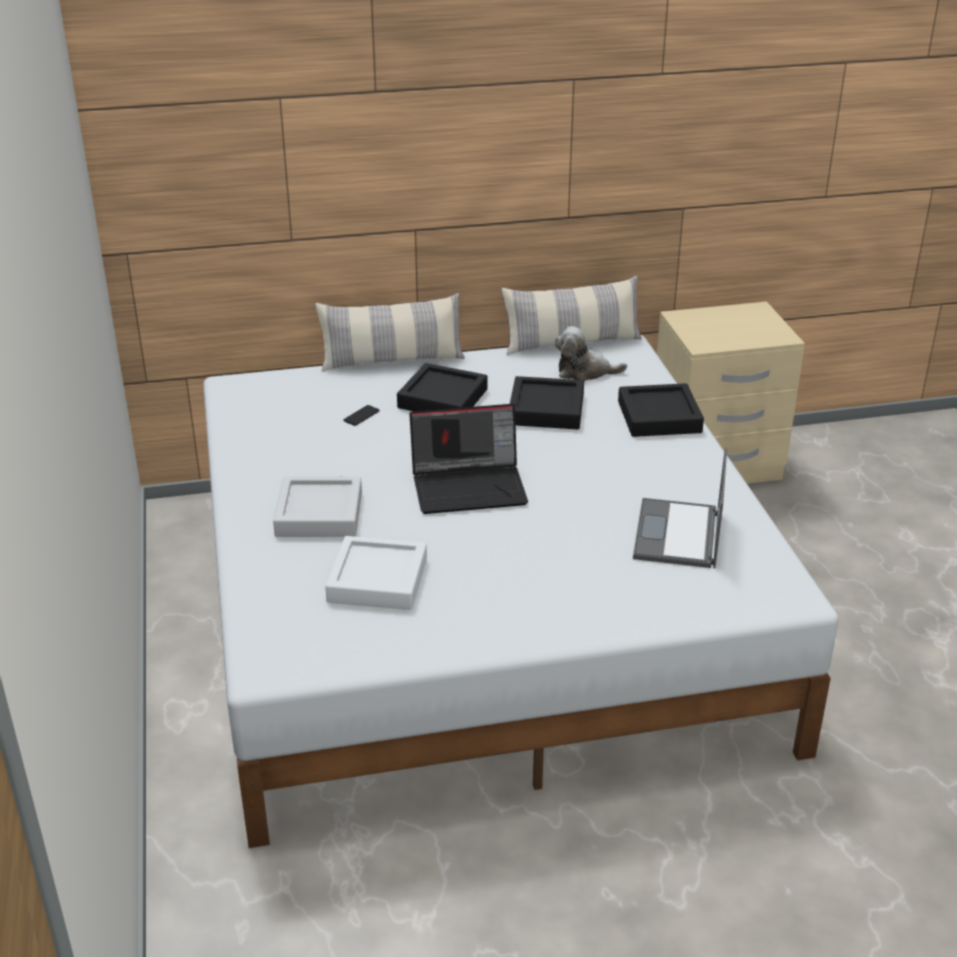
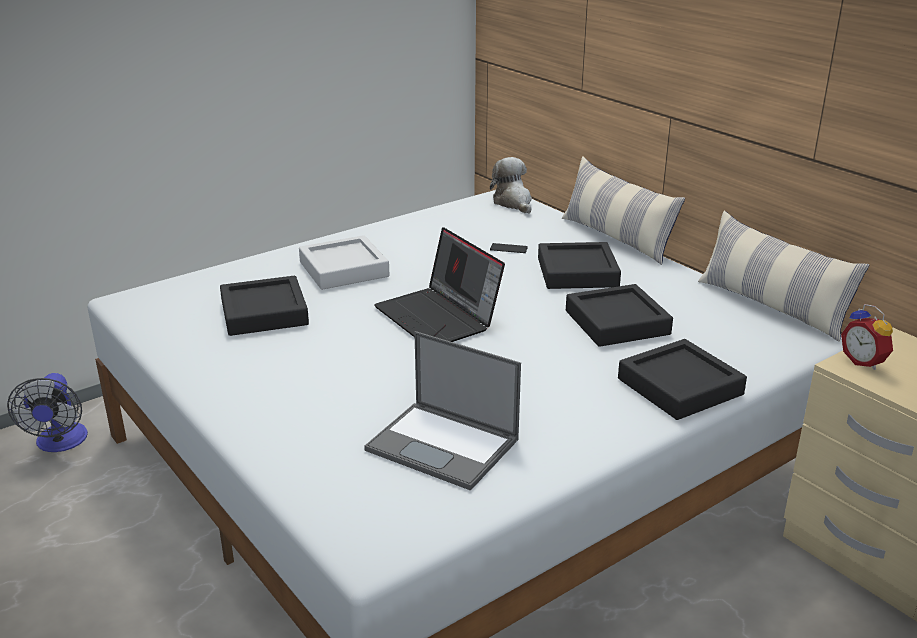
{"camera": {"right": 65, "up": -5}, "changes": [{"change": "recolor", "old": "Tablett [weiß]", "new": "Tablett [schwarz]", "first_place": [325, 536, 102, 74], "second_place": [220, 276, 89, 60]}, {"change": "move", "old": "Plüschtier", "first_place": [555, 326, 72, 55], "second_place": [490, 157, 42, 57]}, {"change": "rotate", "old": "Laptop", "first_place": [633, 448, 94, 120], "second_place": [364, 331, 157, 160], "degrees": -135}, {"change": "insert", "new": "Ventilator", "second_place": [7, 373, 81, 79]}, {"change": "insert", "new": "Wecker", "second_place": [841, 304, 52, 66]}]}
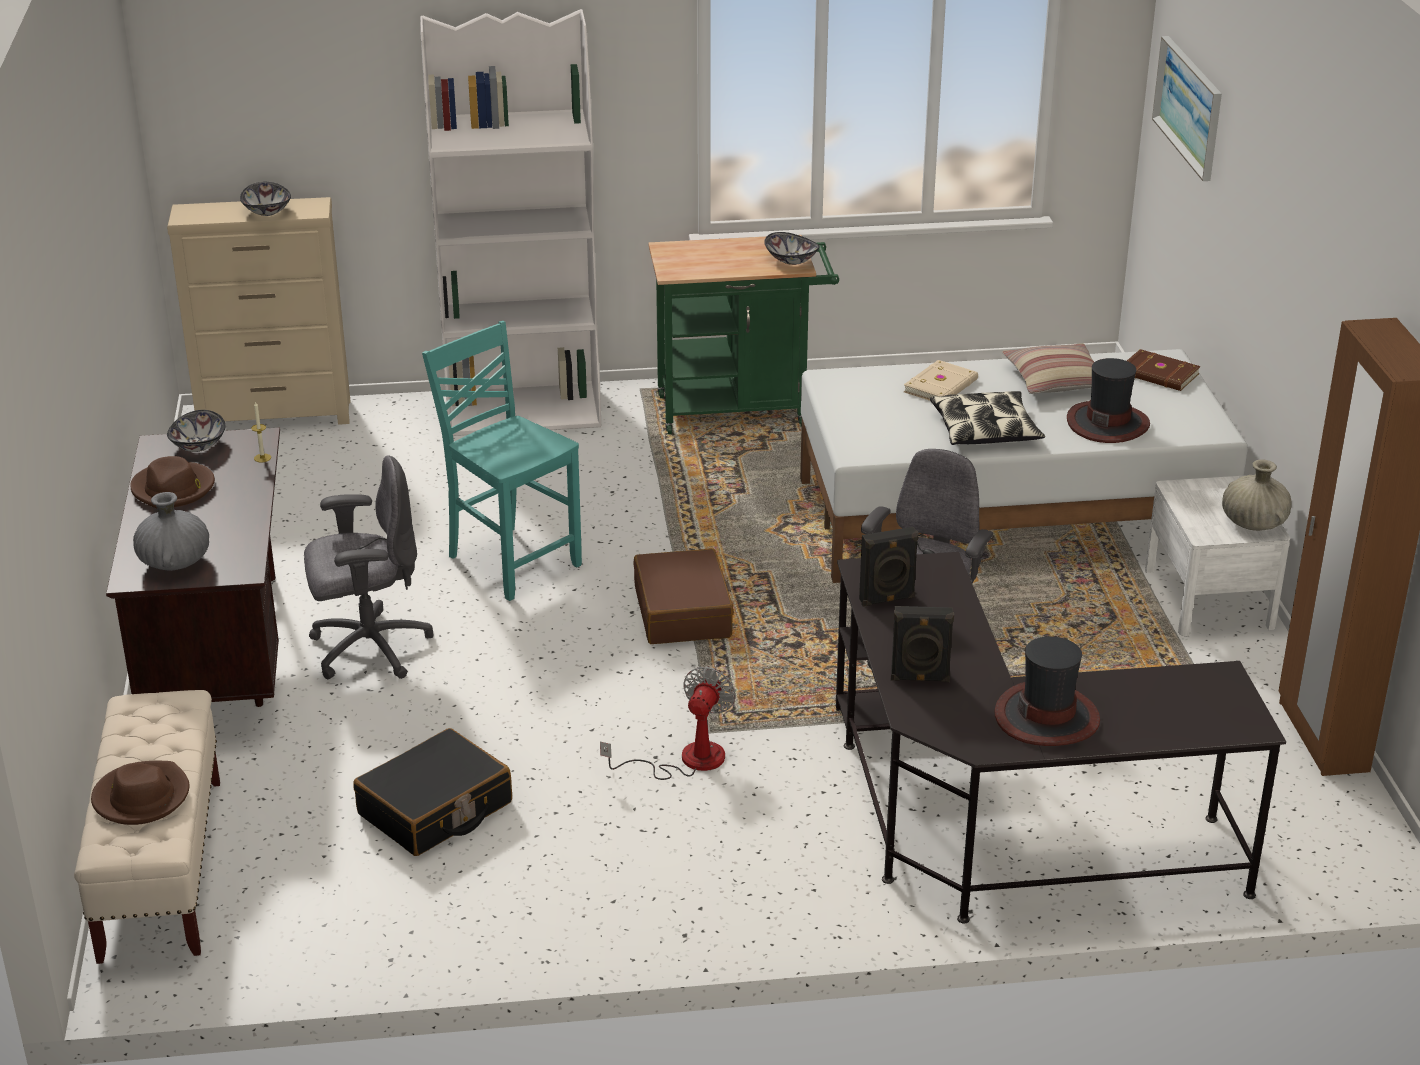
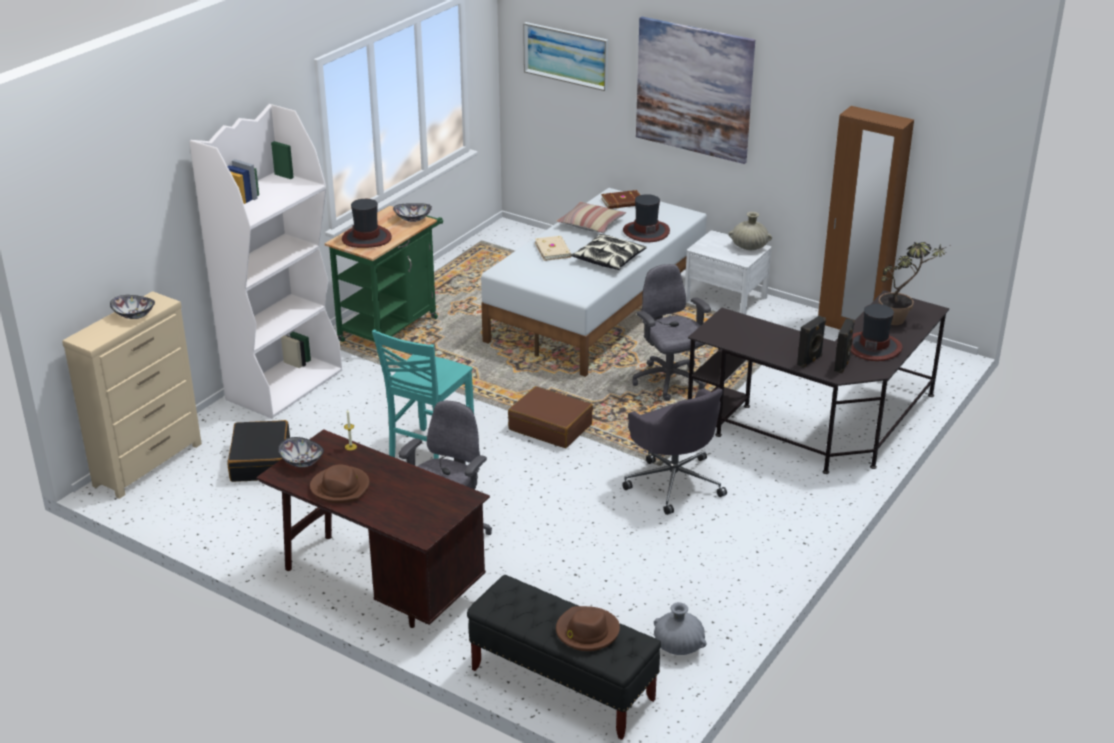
{"camera": {"right": -50, "up": 0}, "changes": [{"change": "recolor", "old": "Bank [beige]", "new": "Bank [schwarz]", "first_place": [74, 690, 146, 274], "second_place": [467, 575, 194, 165]}, {"change": "move", "old": "Vase [grau]", "first_place": [133, 492, 76, 79], "second_place": [654, 602, 52, 53]}, {"change": "move", "old": "Koffer [schwarz]", "first_place": [353, 728, 159, 128], "second_place": [227, 420, 63, 62]}, {"change": "rotate", "old": "Stuhl [türkis]", "first_place": [422, 321, 160, 280], "second_place": [372, 329, 102, 130], "degrees": -60}, {"change": "replace", "old": "Ventilator", "new": "Bürostuhl [grau]", "first_place": [600, 666, 136, 114], "second_place": [622, 389, 105, 126]}, {"change": "move", "old": "Lautsprecher [schwarz]", "first_place": [859, 527, 60, 80], "second_place": [834, 319, 21, 54]}, {"change": "insert", "new": "Hut", "second_place": [342, 199, 50, 49]}, {"change": "insert", "new": "Bild", "second_place": [636, 17, 119, 147]}, {"change": "insert", "new": "Topfpflanze", "second_place": [878, 242, 73, 83]}]}
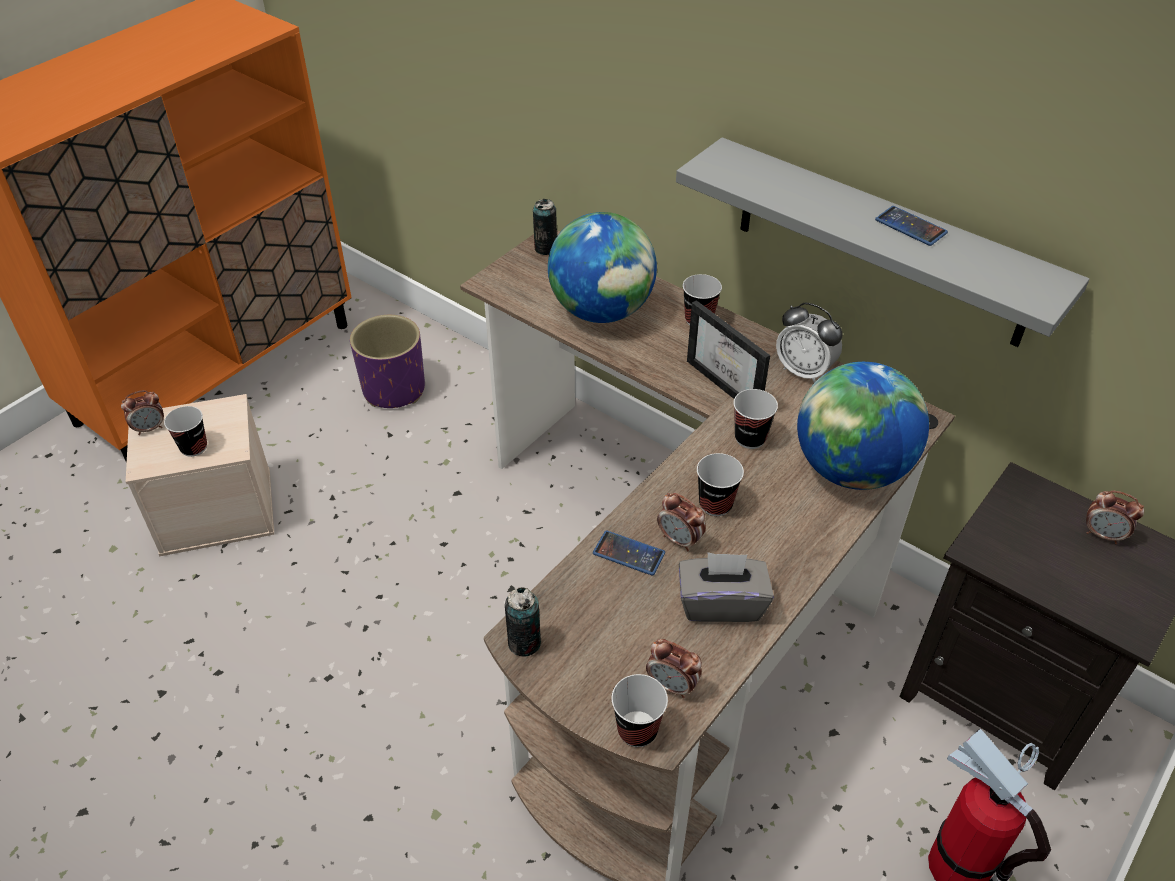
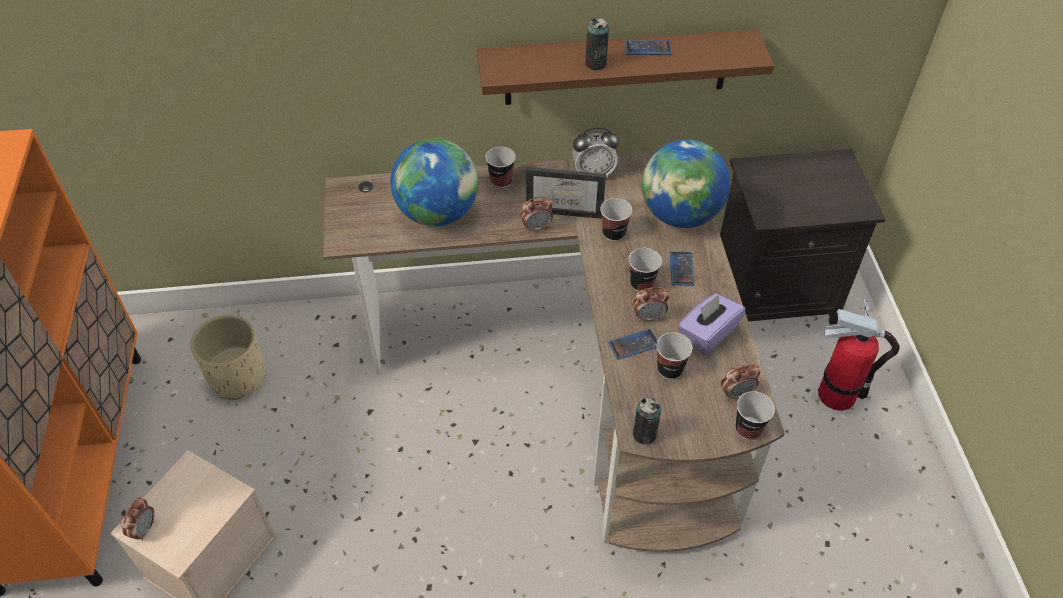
{"camera": {"right": -45, "up": 5}, "changes": [{"change": "move", "old": "Tasse", "first_place": [164, 406, 43, 51], "second_place": [657, 332, 35, 47]}, {"change": "recolor", "old": "Pflanzkübel [lila]", "new": "Pflanzkübel [beige]", "first_place": [350, 315, 75, 93], "second_place": [190, 315, 76, 85]}, {"change": "move", "old": "Dose", "first_place": [533, 199, 24, 56], "second_place": [585, 18, 24, 52]}, {"change": "recolor", "old": "Wandregal [grau]", "new": "Wandregal [braun]", "first_place": [676, 137, 413, 210], "second_place": [477, 29, 297, 76]}, {"change": "recolor", "old": "Taschentuchbox [grau]", "new": "Taschentuchbox [lila]", "first_place": [679, 552, 95, 70], "second_place": [678, 294, 67, 61]}, {"change": "move", "old": "Wecker", "first_place": [1086, 491, 58, 53], "second_place": [521, 196, 32, 37]}, {"change": "insert", "new": "Handy", "second_place": [670, 251, 25, 35]}]}
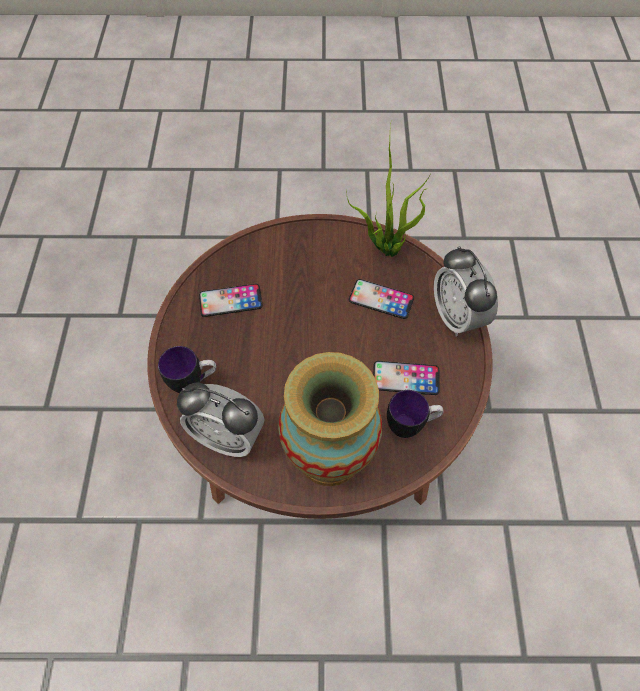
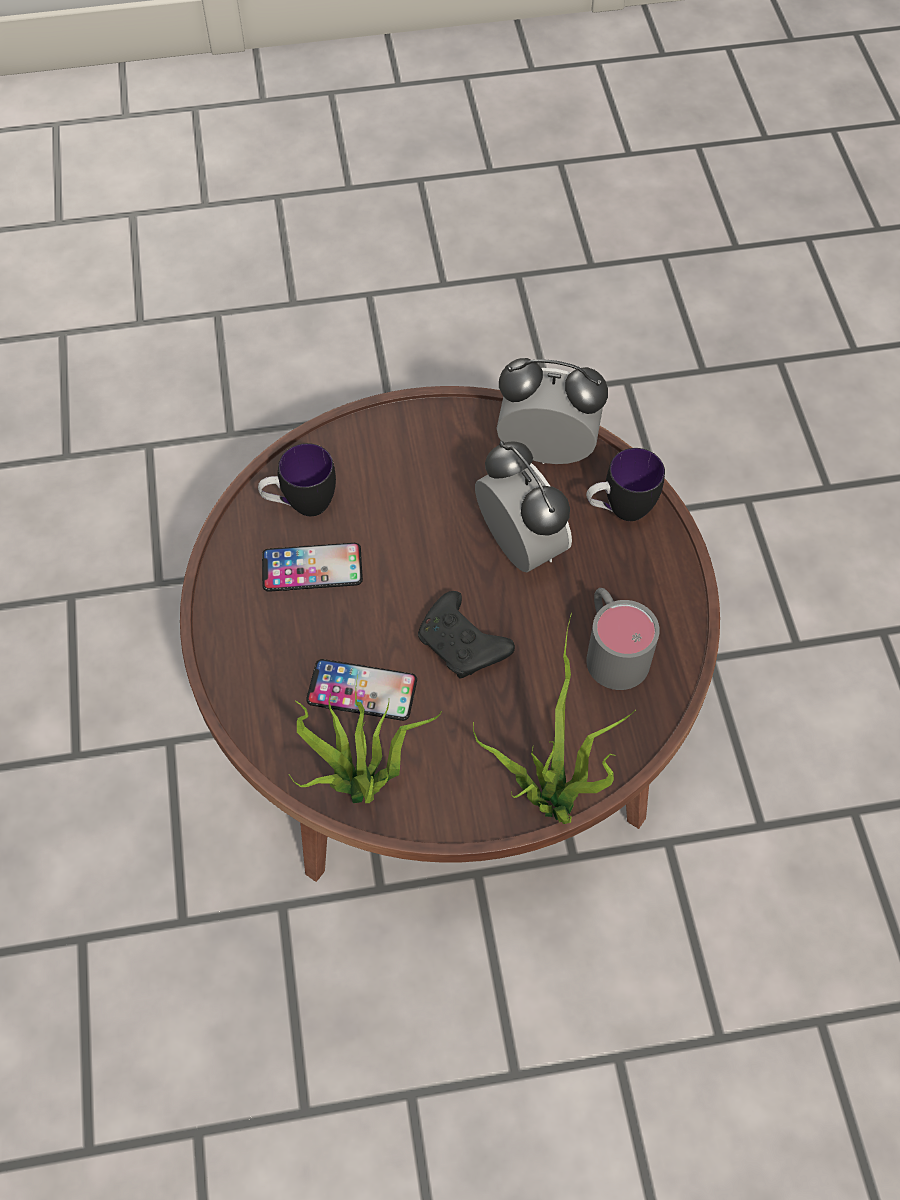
{"camera": {"right": 170, "up": 0}, "changes": [{"change": "replace", "old": "Handy", "new": "Henkelbecher [grau]", "first_place": [199, 284, 64, 33], "second_place": [586, 588, 74, 102]}, {"change": "delete", "old": "Vase", "first_place": [278, 352, 104, 134]}, {"change": "move", "old": "Wecker", "first_place": [434, 246, 64, 91], "second_place": [475, 441, 97, 131]}, {"change": "insert", "new": "Gamepad [schwarz]", "second_place": [418, 591, 97, 88]}, {"change": "insert", "new": "Topfpflanze", "second_place": [473, 613, 163, 211]}]}
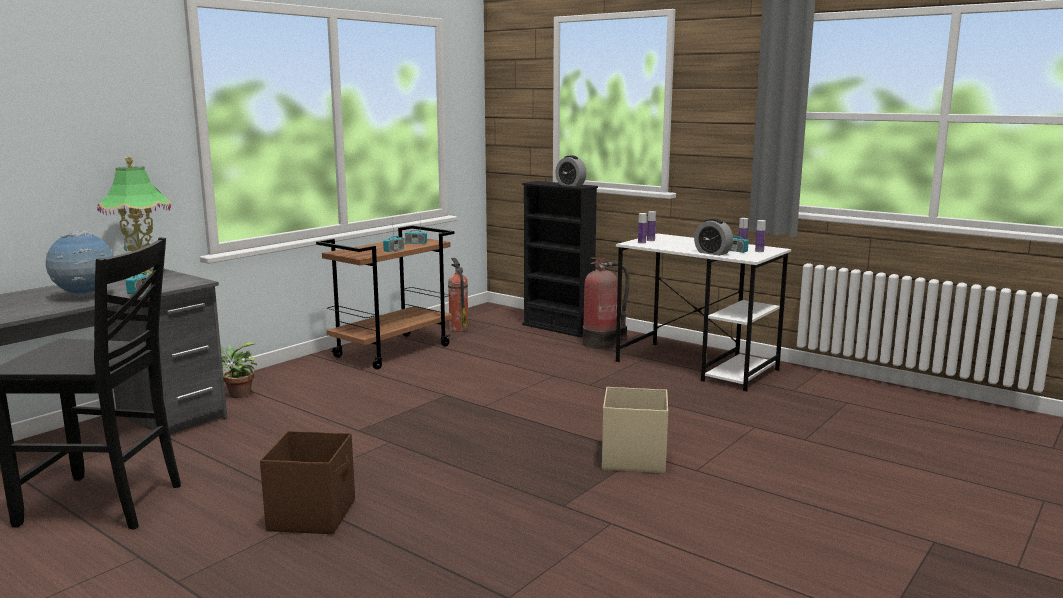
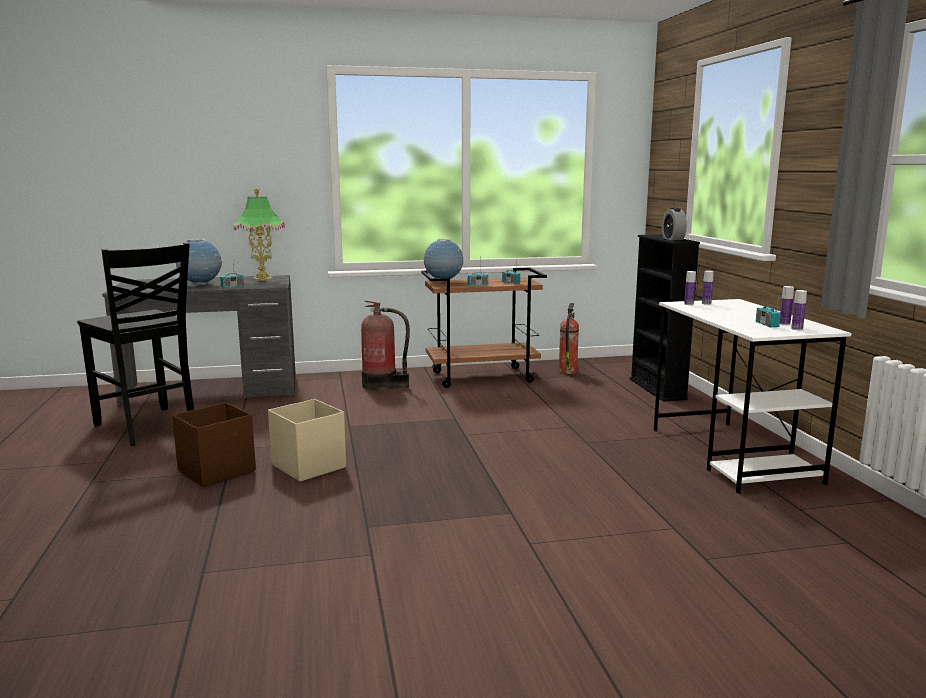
{"camera": {"right": 40, "up": 0}, "changes": [{"change": "delete", "old": "Topfpflanze", "first_place": [221, 342, 36, 56]}, {"change": "move", "old": "Feuerlöscher", "first_place": [583, 257, 46, 92], "second_place": [361, 300, 49, 91]}, {"change": "move", "old": "Aufbewahrungsbox [beige]", "first_place": [602, 387, 66, 86], "second_place": [268, 399, 78, 83]}, {"change": "delete", "old": "Wecker", "first_place": [694, 218, 39, 38]}, {"change": "insert", "new": "Globus", "second_place": [424, 239, 39, 43]}]}
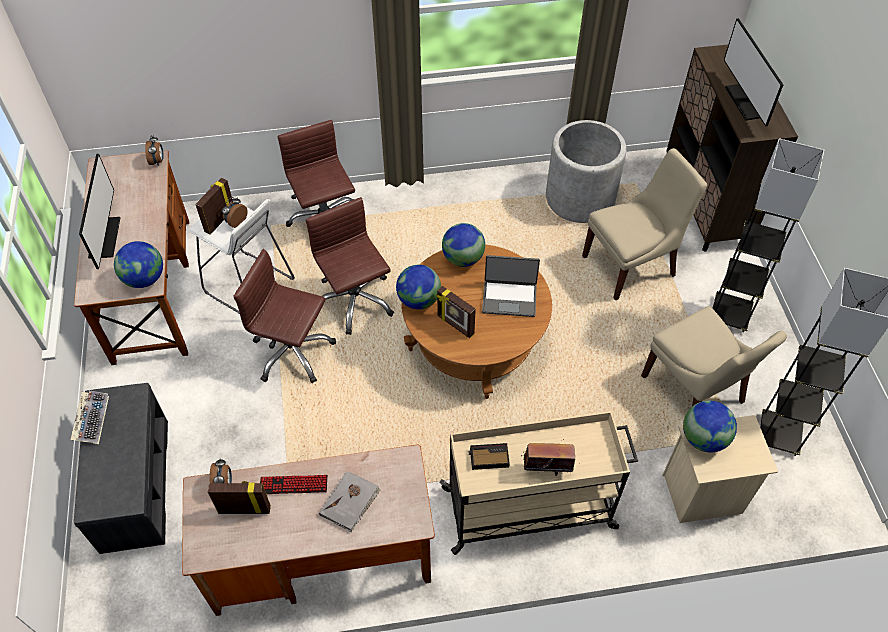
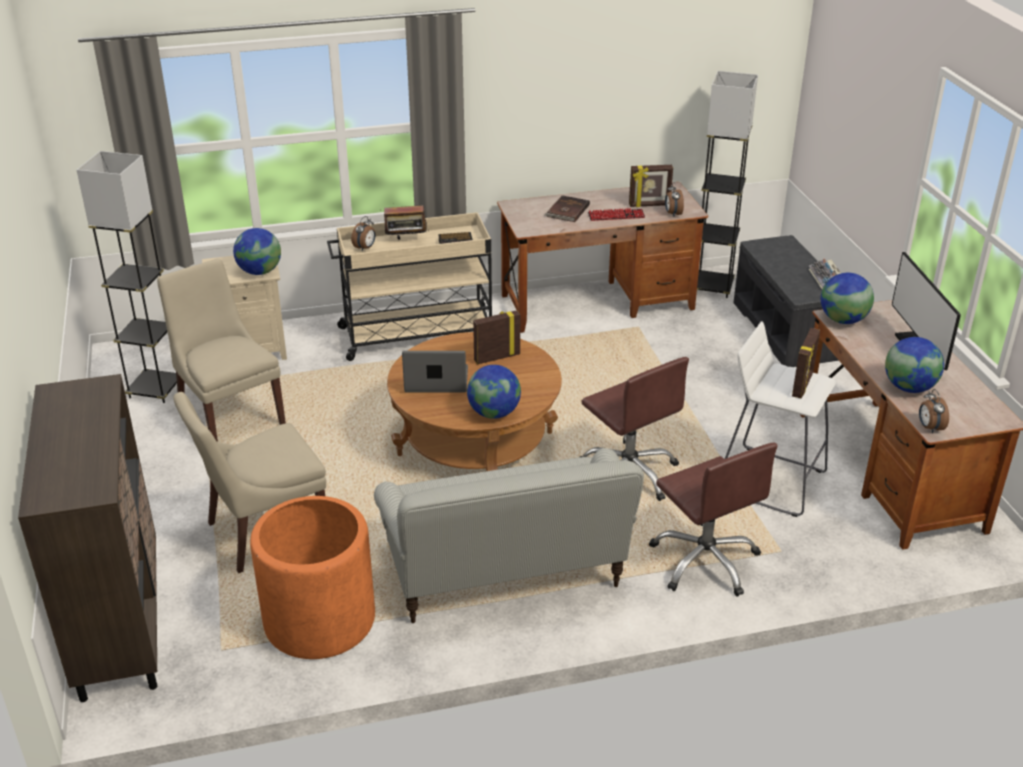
{"camera": {"right": 175, "up": -20}, "changes": [{"change": "move", "old": "Wecker", "first_place": [222, 197, 26, 31], "second_place": [351, 216, 25, 35]}, {"change": "delete", "old": "Bürostuhl [braun]", "first_place": [233, 249, 103, 134]}, {"change": "recolor", "old": "Buch [grau]", "new": "Buch [braun]", "first_place": [319, 471, 62, 61], "second_place": [545, 195, 45, 27]}, {"change": "move", "old": "Globus", "first_place": [396, 265, 45, 44], "second_place": [885, 337, 59, 56]}, {"change": "rotate", "old": "Bilderrahmen", "first_place": [437, 286, 39, 52], "second_place": [473, 310, 47, 54], "degrees": -60}, {"change": "recolor", "old": "Pflanzkübel [grau]", "new": "Pflanzkübel [orange]", "first_place": [546, 120, 81, 103], "second_place": [250, 496, 125, 163]}, {"change": "move", "old": "Stehlampe [grau]", "first_place": [713, 138, 111, 194], "second_place": [697, 71, 61, 227]}, {"change": "delete", "old": "Monitor", "first_place": [724, 18, 59, 108]}, {"change": "insert", "new": "Sofa", "second_place": [374, 448, 270, 175]}]}
